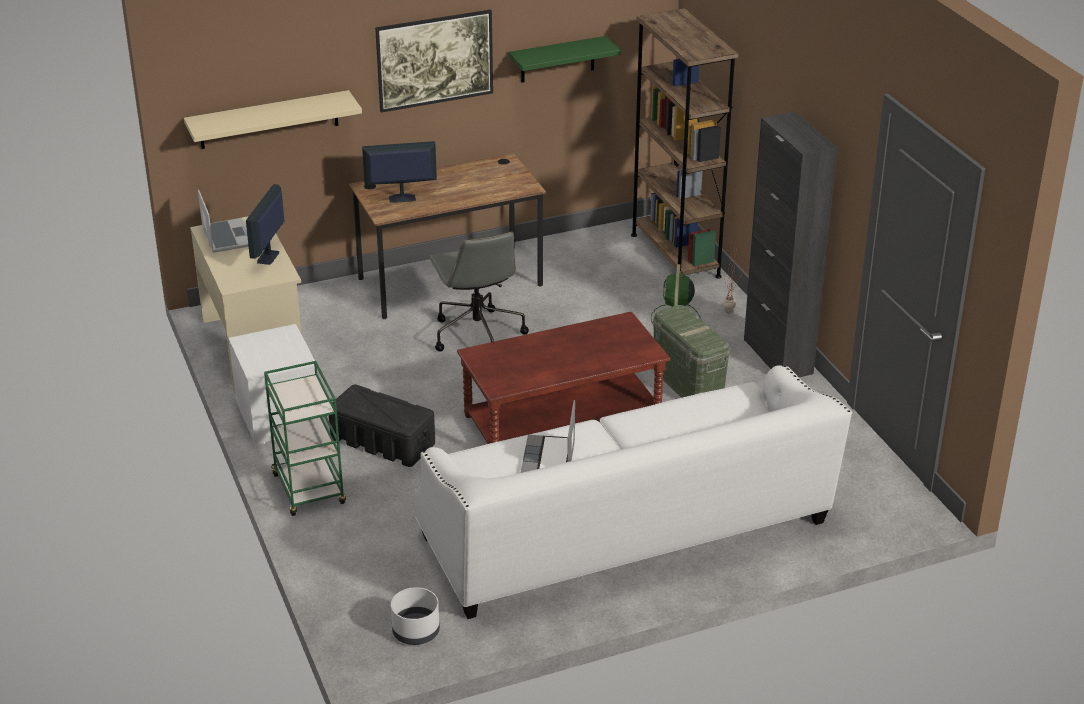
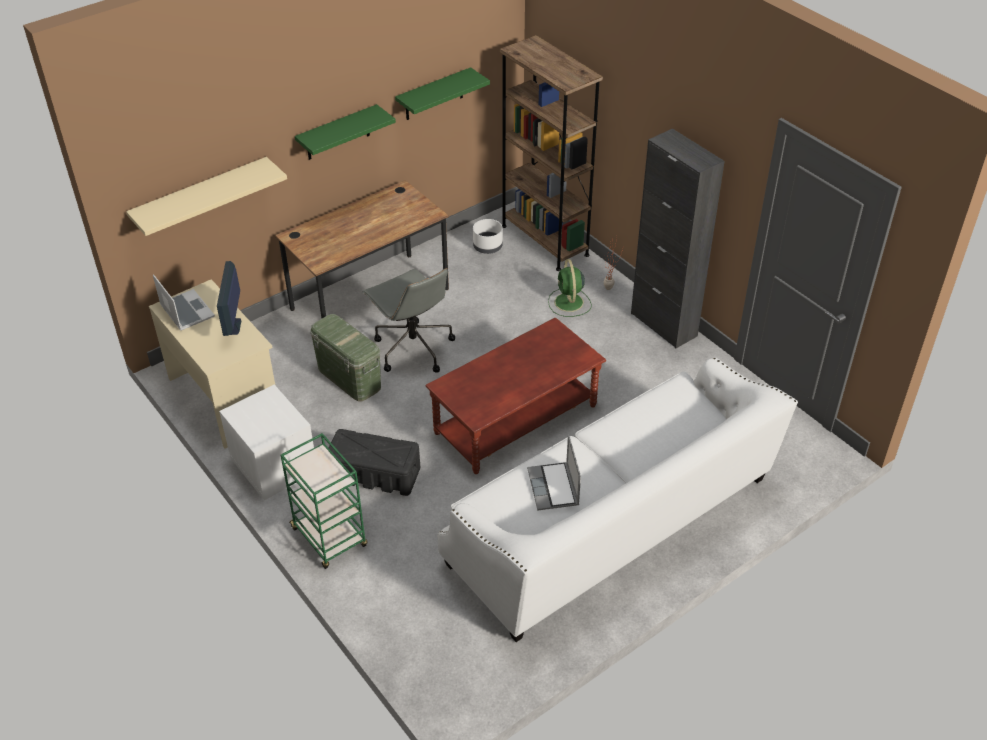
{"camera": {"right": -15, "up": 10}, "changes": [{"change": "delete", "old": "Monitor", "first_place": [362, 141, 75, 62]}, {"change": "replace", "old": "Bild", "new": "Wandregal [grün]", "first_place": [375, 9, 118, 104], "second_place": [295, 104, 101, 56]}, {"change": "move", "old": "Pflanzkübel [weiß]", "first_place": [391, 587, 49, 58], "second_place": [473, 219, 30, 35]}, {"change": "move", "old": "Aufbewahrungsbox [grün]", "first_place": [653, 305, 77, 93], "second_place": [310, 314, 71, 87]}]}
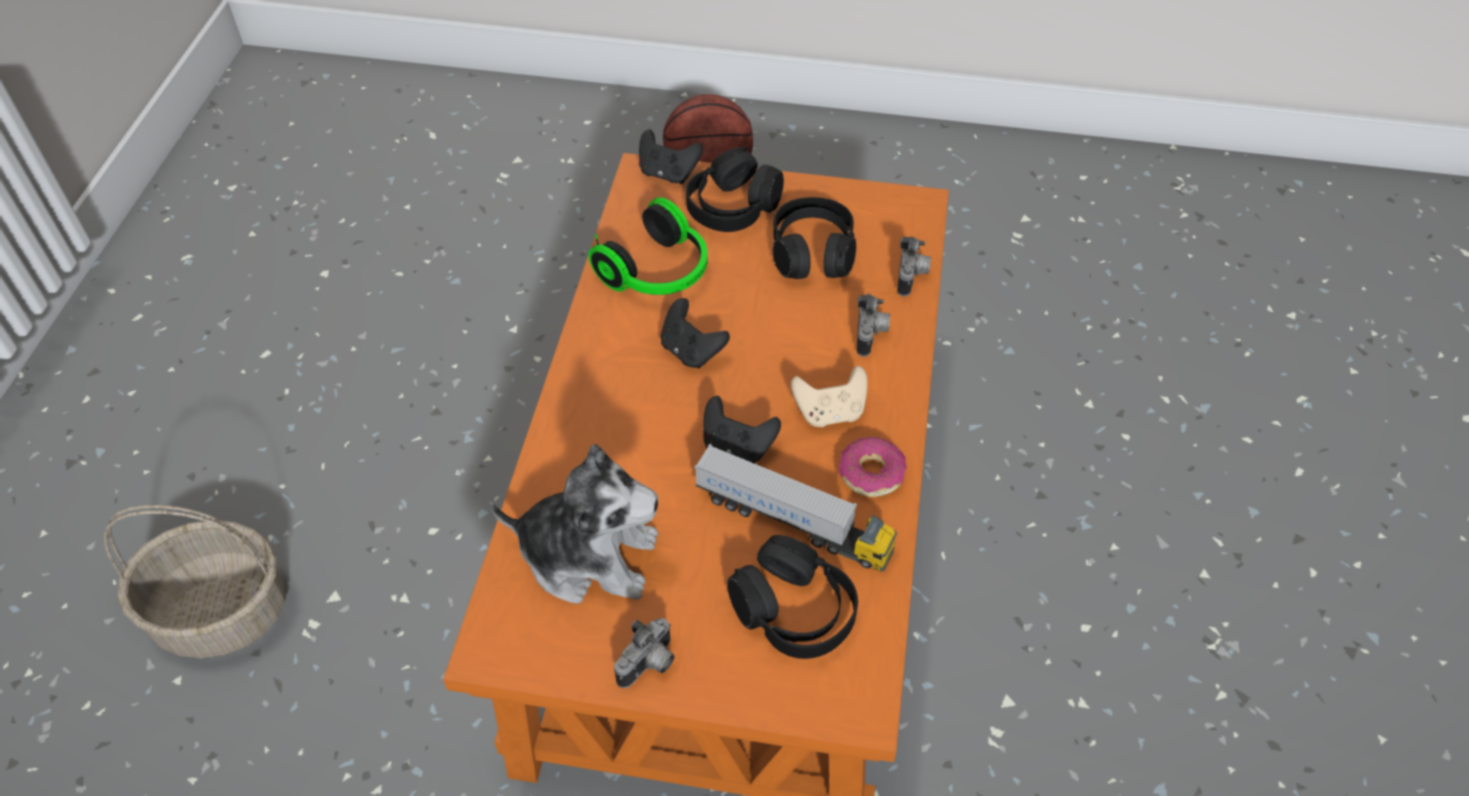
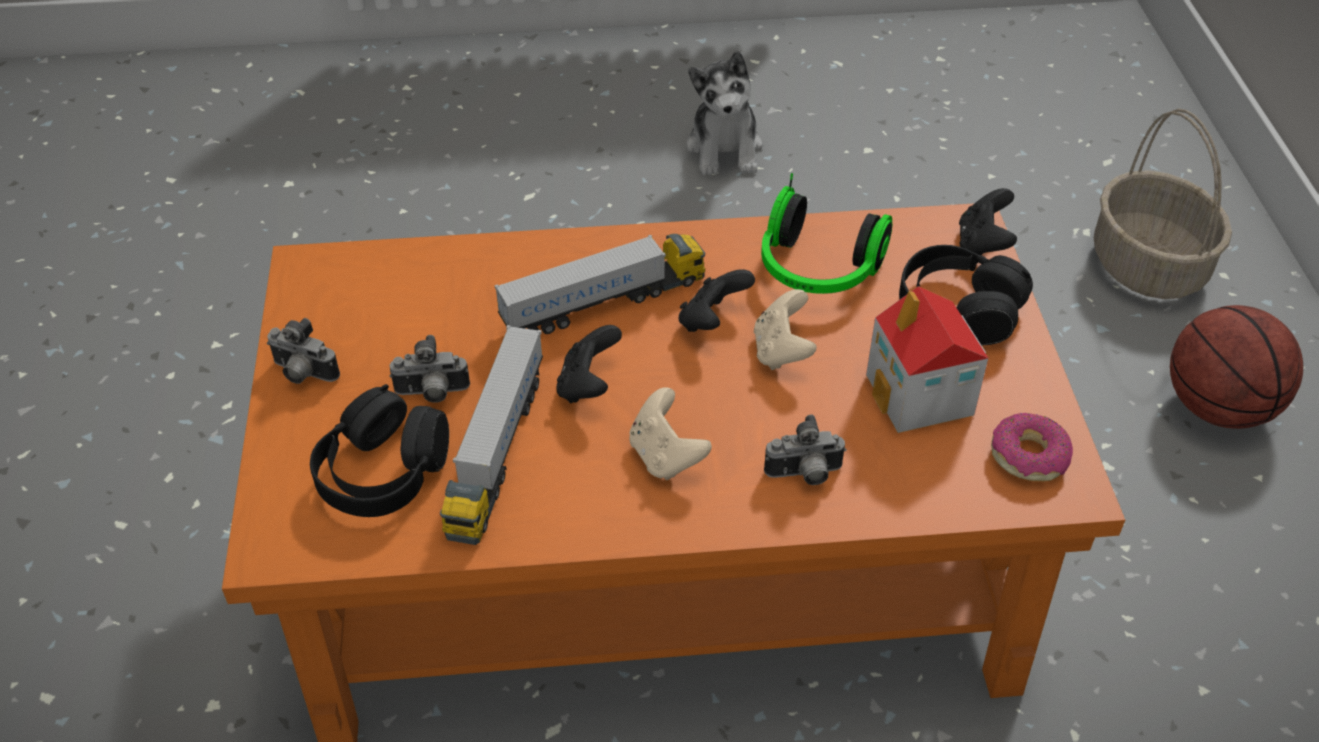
{"camera": {"right": 75, "up": -5}, "changes": [{"change": "move", "old": "Korb", "first_place": [103, 505, 182, 153], "second_place": [1094, 108, 138, 191]}, {"change": "move", "old": "Plüschtier", "first_place": [490, 444, 169, 160], "second_place": [686, 51, 77, 125]}, {"change": "replace", "old": "Kopfhörer [schwarz]", "new": "Spielzeughaus", "first_place": [773, 197, 83, 82], "second_place": [866, 286, 122, 147]}, {"change": "move", "old": "Donut", "first_place": [839, 437, 68, 60], "second_place": [991, 413, 82, 68]}, {"change": "move", "old": "Kamera", "first_place": [897, 236, 34, 60], "second_place": [389, 335, 81, 68]}, {"change": "insert", "new": "Spielzeuglaster", "second_place": [495, 234, 210, 100]}, {"change": "insert", "new": "Gamepad [beige]", "second_place": [754, 289, 63, 81]}]}
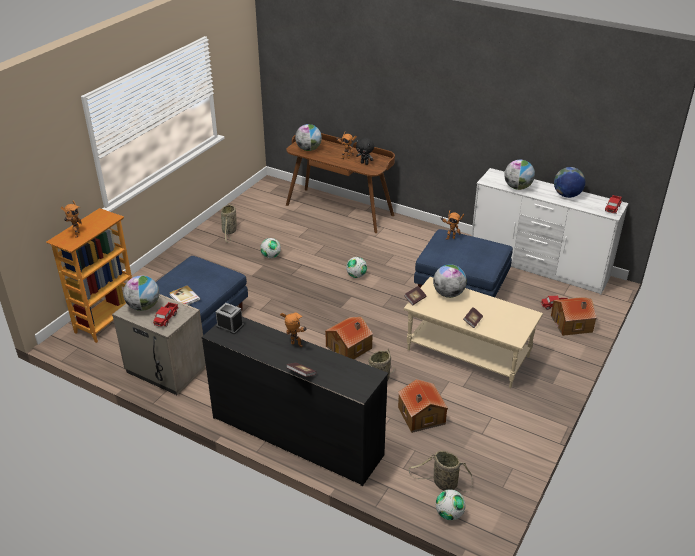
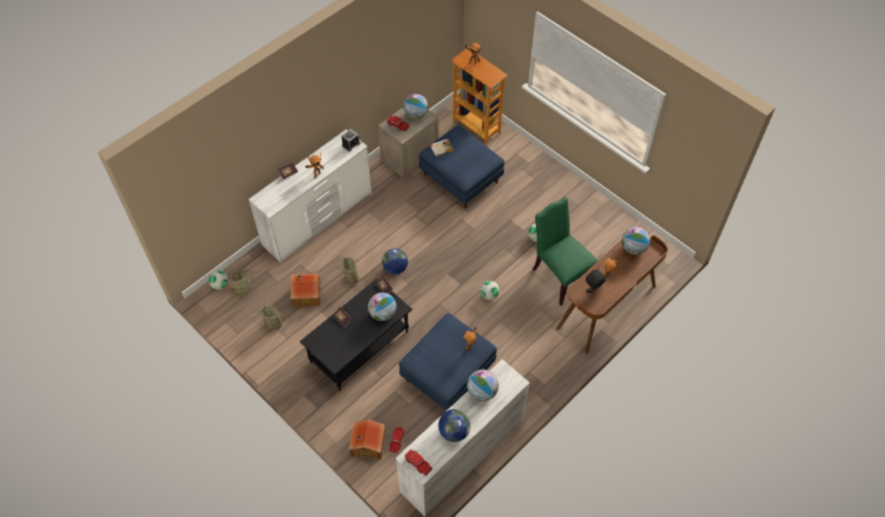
{"camera": {"right": 105, "up": 20}, "changes": [{"change": "recolor", "old": "Kommode [schwarz]", "new": "Kommode [weiß]", "first_place": [202, 317, 186, 169], "second_place": [248, 129, 124, 134]}, {"change": "move", "old": "Korb", "first_place": [221, 203, 16, 39], "second_place": [248, 306, 44, 24]}, {"change": "replace", "old": "Spielzeughaus", "new": "Globus", "first_place": [325, 317, 48, 42], "second_place": [382, 249, 26, 26]}, {"change": "recolor", "old": "Couchtisch [beige]", "new": "Couchtisch [schwarz]", "first_place": [404, 277, 139, 111], "second_place": [300, 278, 112, 113]}, {"change": "insert", "new": "Stuhl [grün]", "second_place": [533, 197, 65, 109]}]}
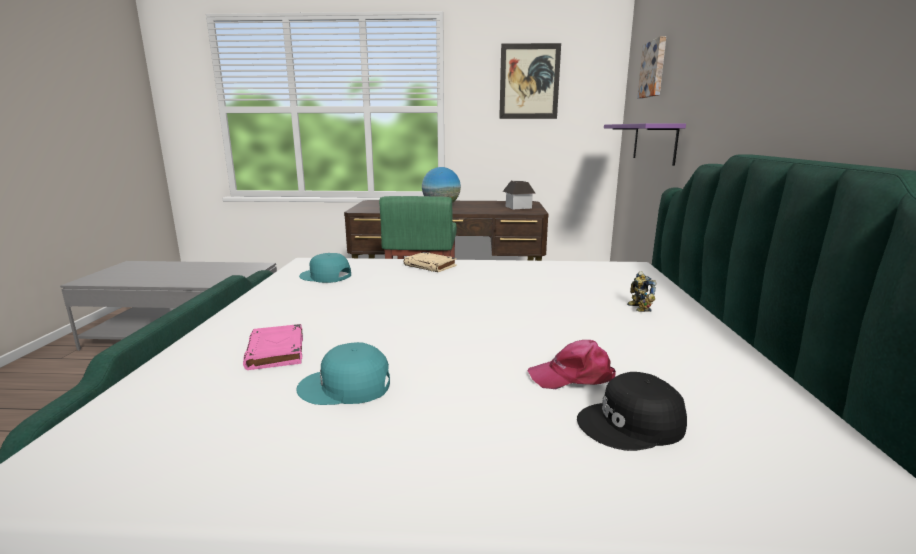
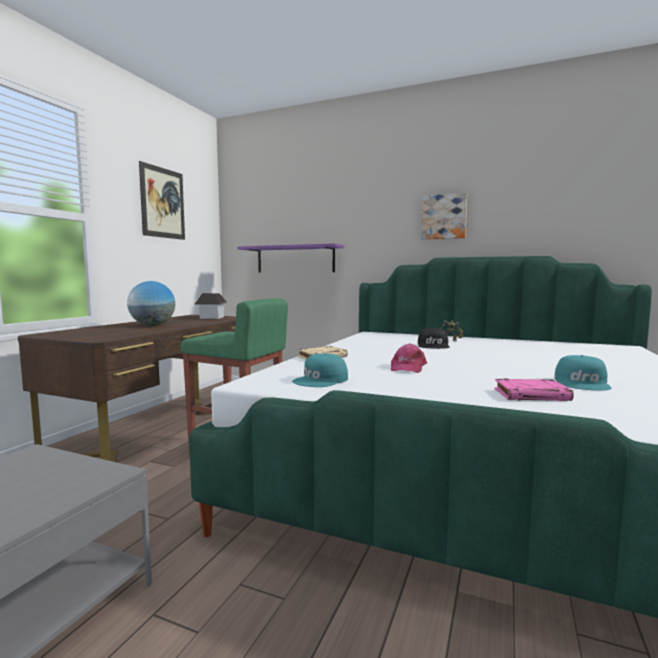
{"camera": {"right": -70, "up": -10}, "changes": [{"change": "move", "old": "Kappe [rosa]", "first_place": [528, 340, 88, 49], "second_place": [391, 343, 36, 30]}, {"change": "move", "old": "Kappe [schwarz]", "first_place": [577, 372, 110, 79], "second_place": [418, 328, 32, 21]}, {"change": "move", "old": "Bild", "first_place": [637, 36, 29, 62], "second_place": [421, 193, 46, 47]}]}
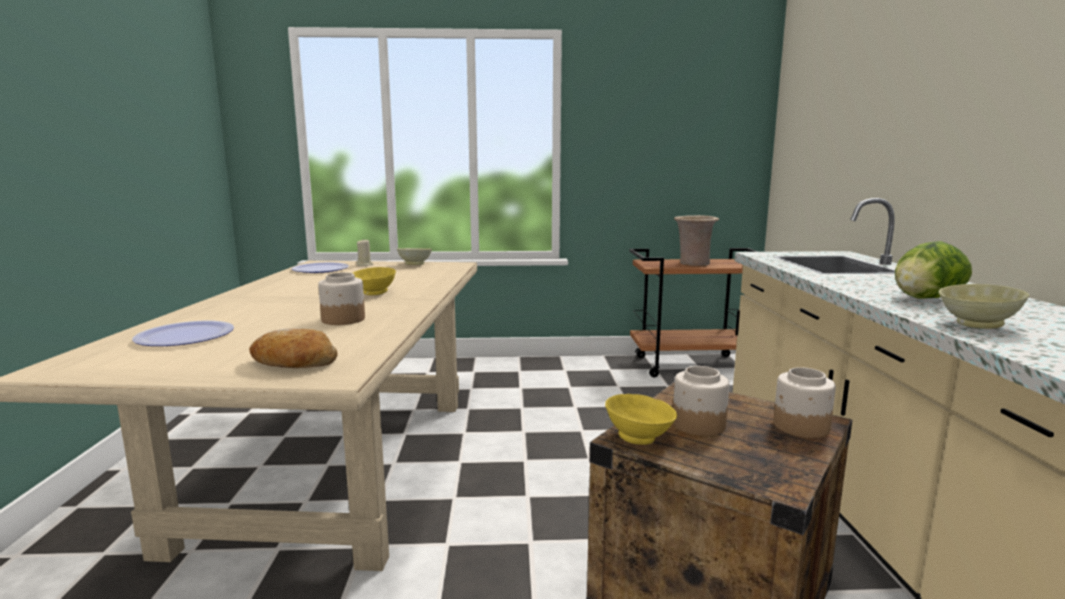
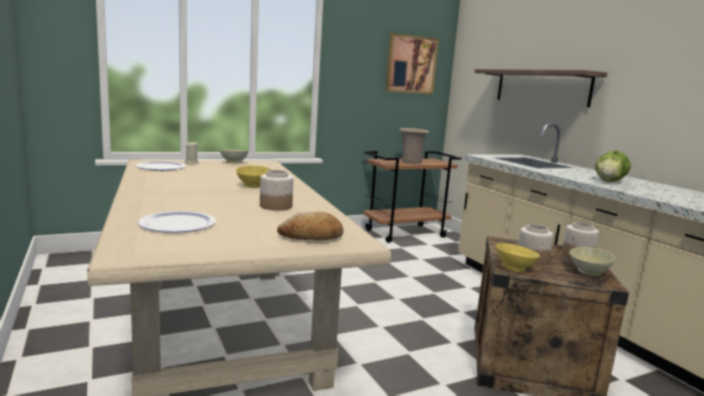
{"camera": {"right": -25, "up": 0}, "changes": [{"change": "move", "old": "Schüssel [beige]", "first_place": [939, 284, 90, 45], "second_place": [570, 247, 46, 29]}, {"change": "insert", "new": "Bild", "second_place": [385, 33, 54, 61]}, {"change": "insert", "new": "Wandregal", "second_place": [474, 69, 133, 39]}]}
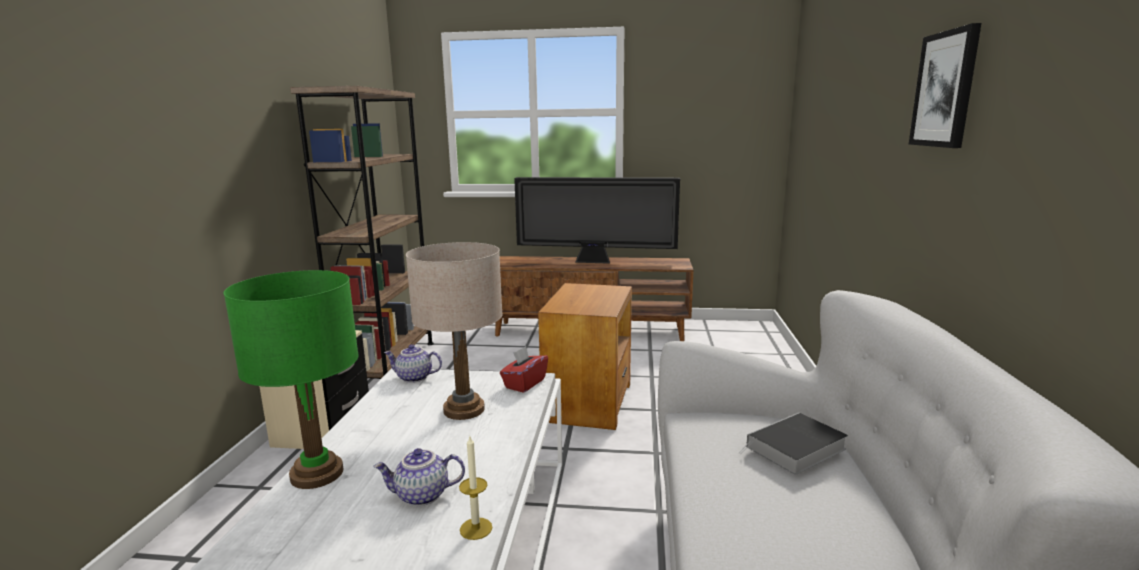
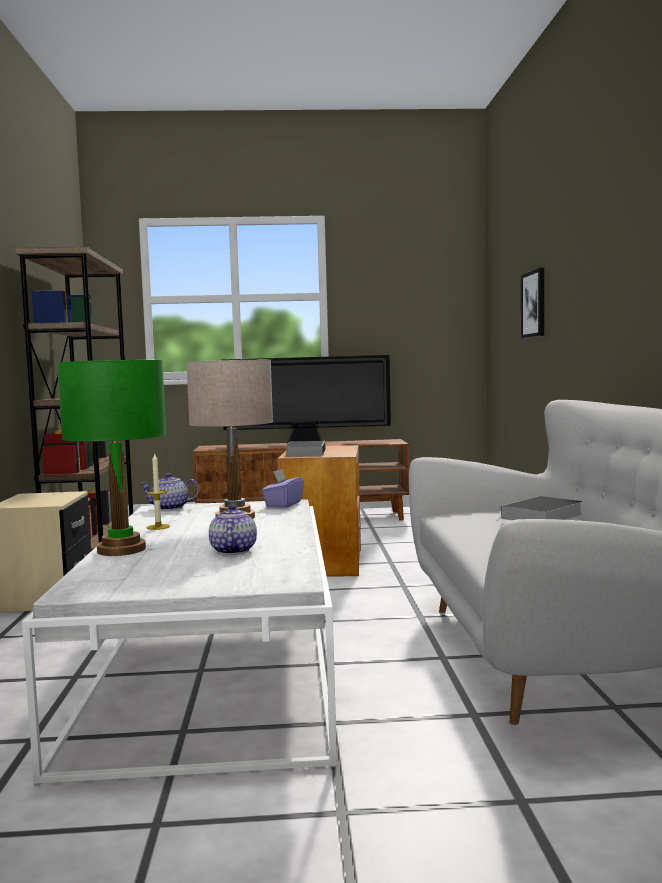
{"camera": {"right": -10, "up": -10}, "changes": [{"change": "rotate", "old": "Teekanne", "first_place": [373, 448, 92, 58], "second_place": [209, 504, 48, 51], "degrees": 105}, {"change": "move", "old": "Kerze", "first_place": [459, 436, 33, 104], "second_place": [147, 453, 23, 77]}, {"change": "recolor", "old": "Taschentuchbox [rot]", "new": "Taschentuchbox [lila]", "first_place": [500, 346, 48, 47], "second_place": [261, 469, 43, 39]}, {"change": "move", "old": "Bild", "first_place": [909, 23, 72, 125], "second_place": [521, 268, 23, 70]}, {"change": "insert", "new": "Buch", "second_place": [285, 441, 40, 16]}]}
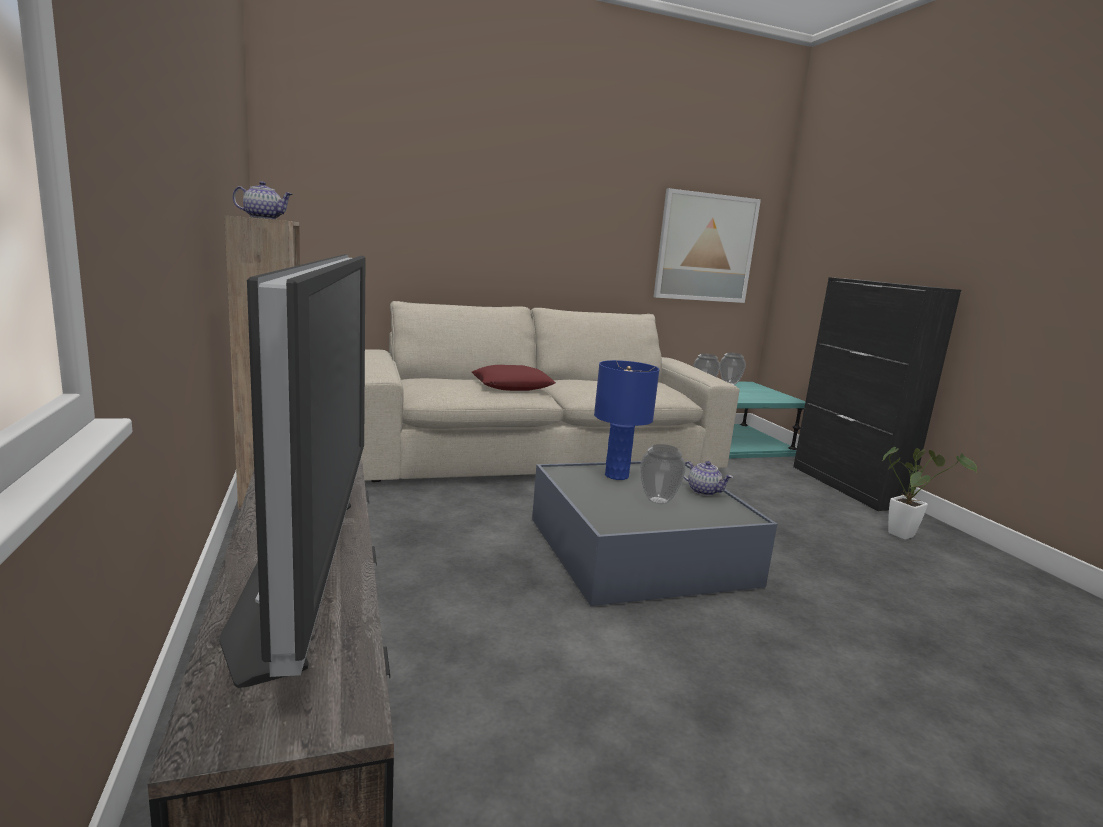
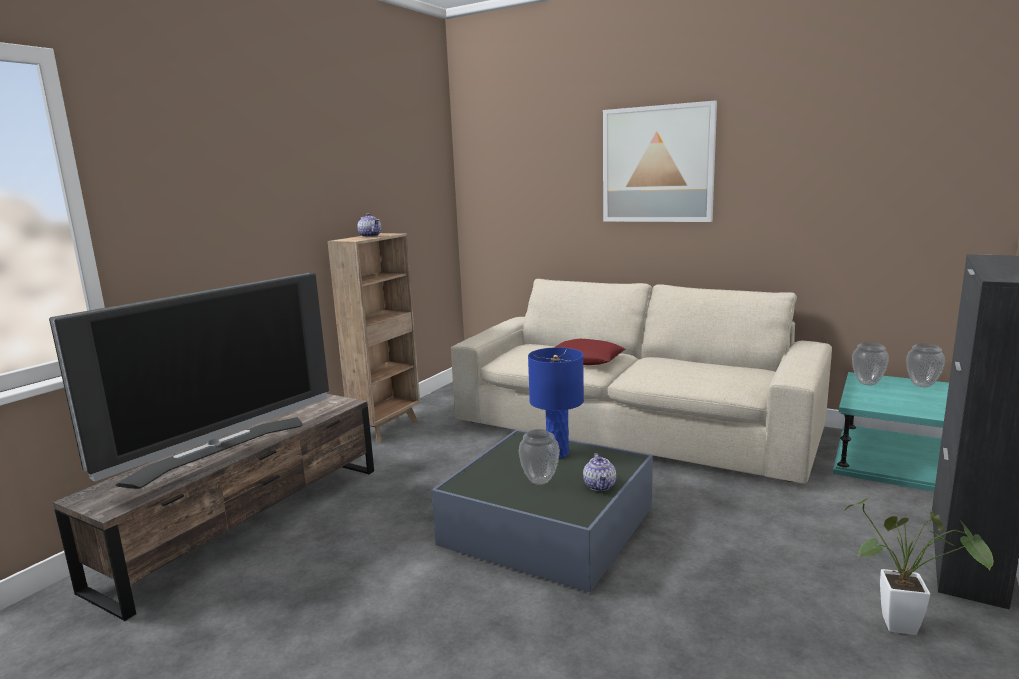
{"camera": {"right": 50, "up": 0}, "changes": [{"change": "move", "old": "Bild", "first_place": [654, 188, 107, 115], "second_place": [603, 100, 114, 122]}]}
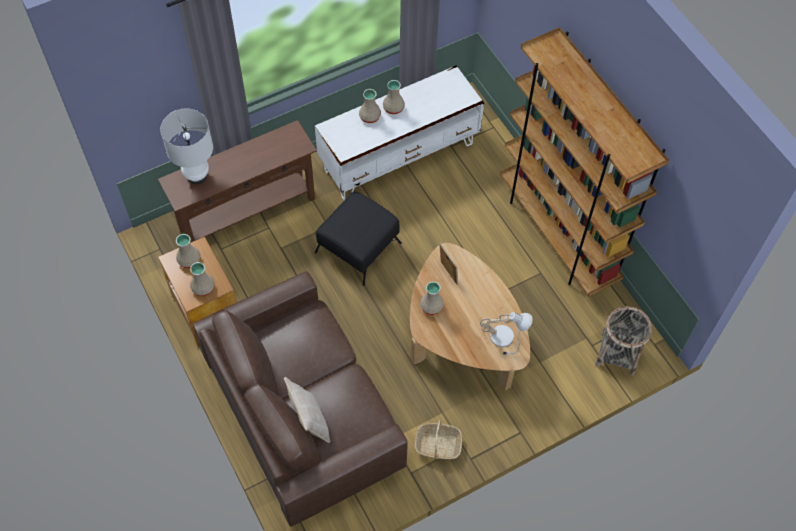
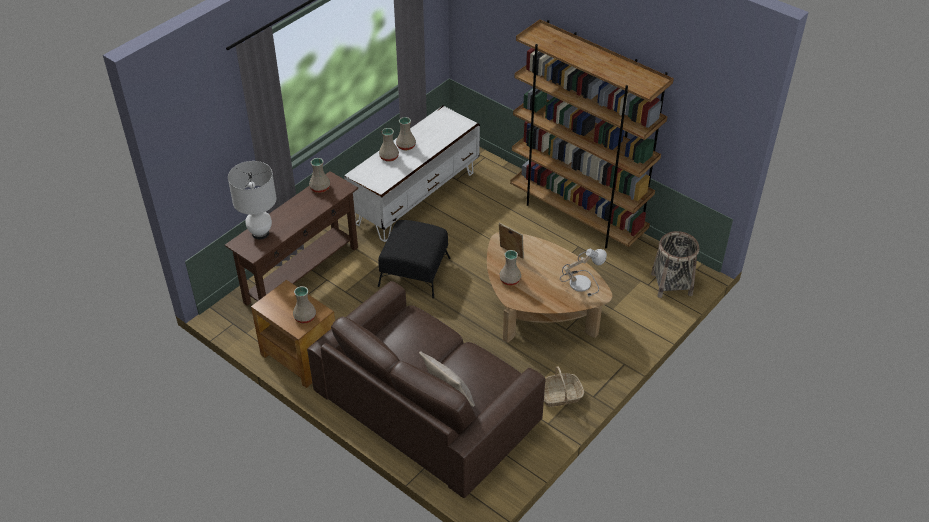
{"camera": {"right": -20, "up": -15}, "changes": [{"change": "move", "old": "Vase [beige]", "first_place": [176, 234, 24, 34], "second_place": [309, 158, 21, 35]}]}
